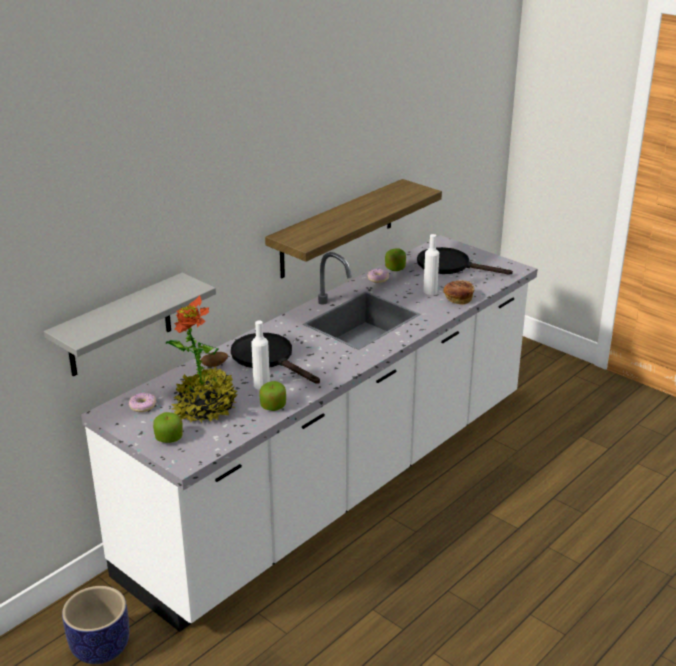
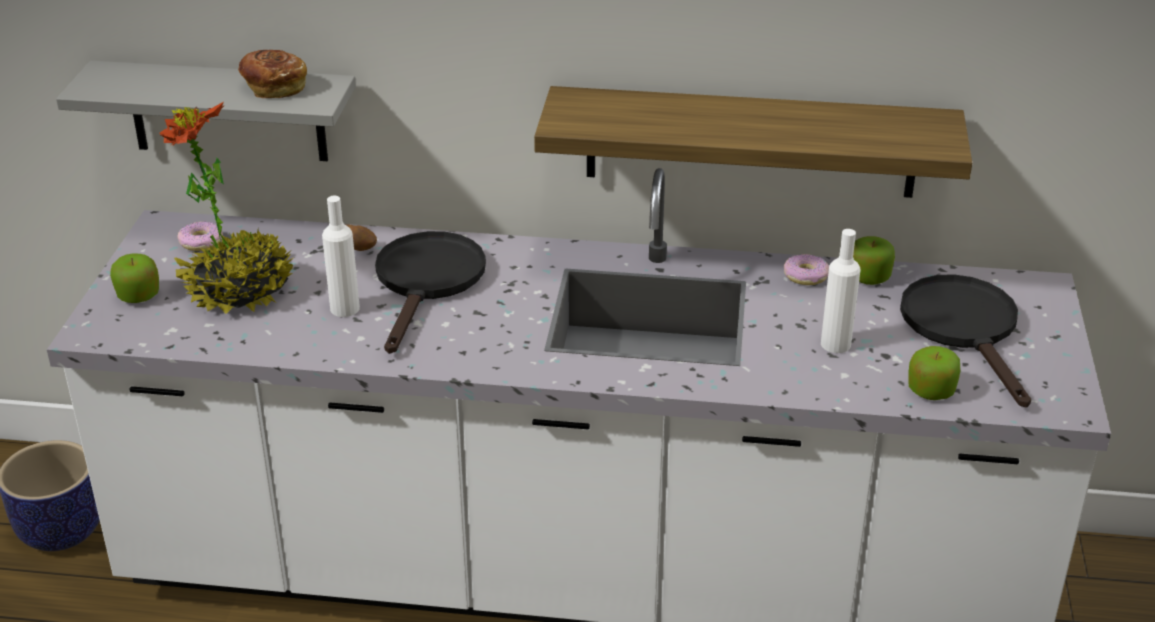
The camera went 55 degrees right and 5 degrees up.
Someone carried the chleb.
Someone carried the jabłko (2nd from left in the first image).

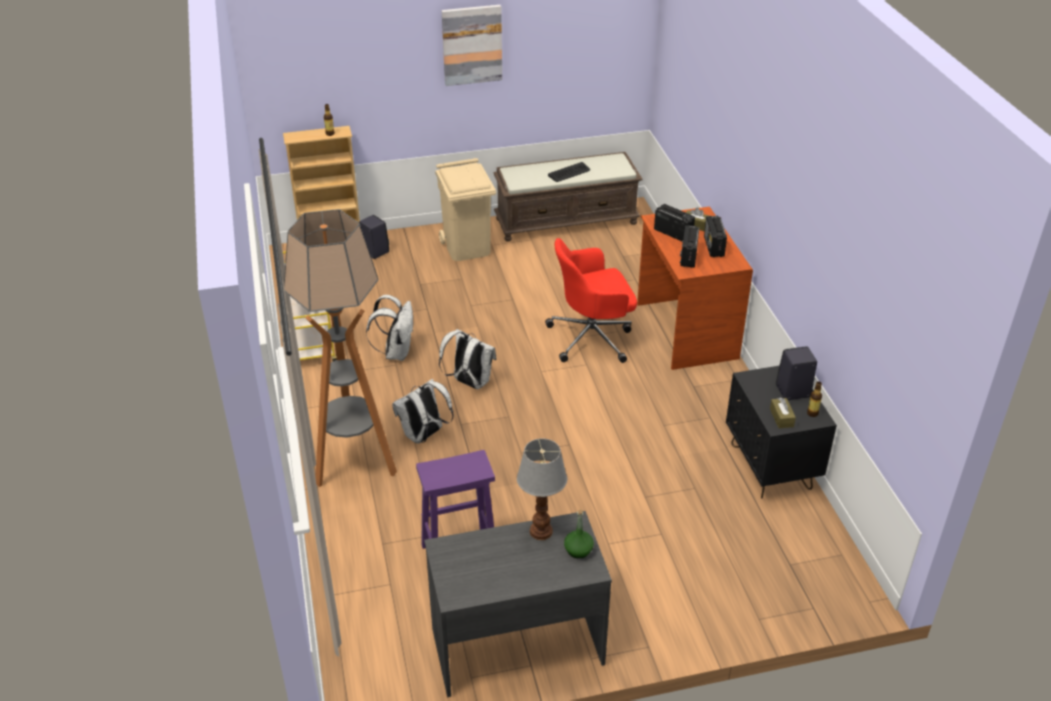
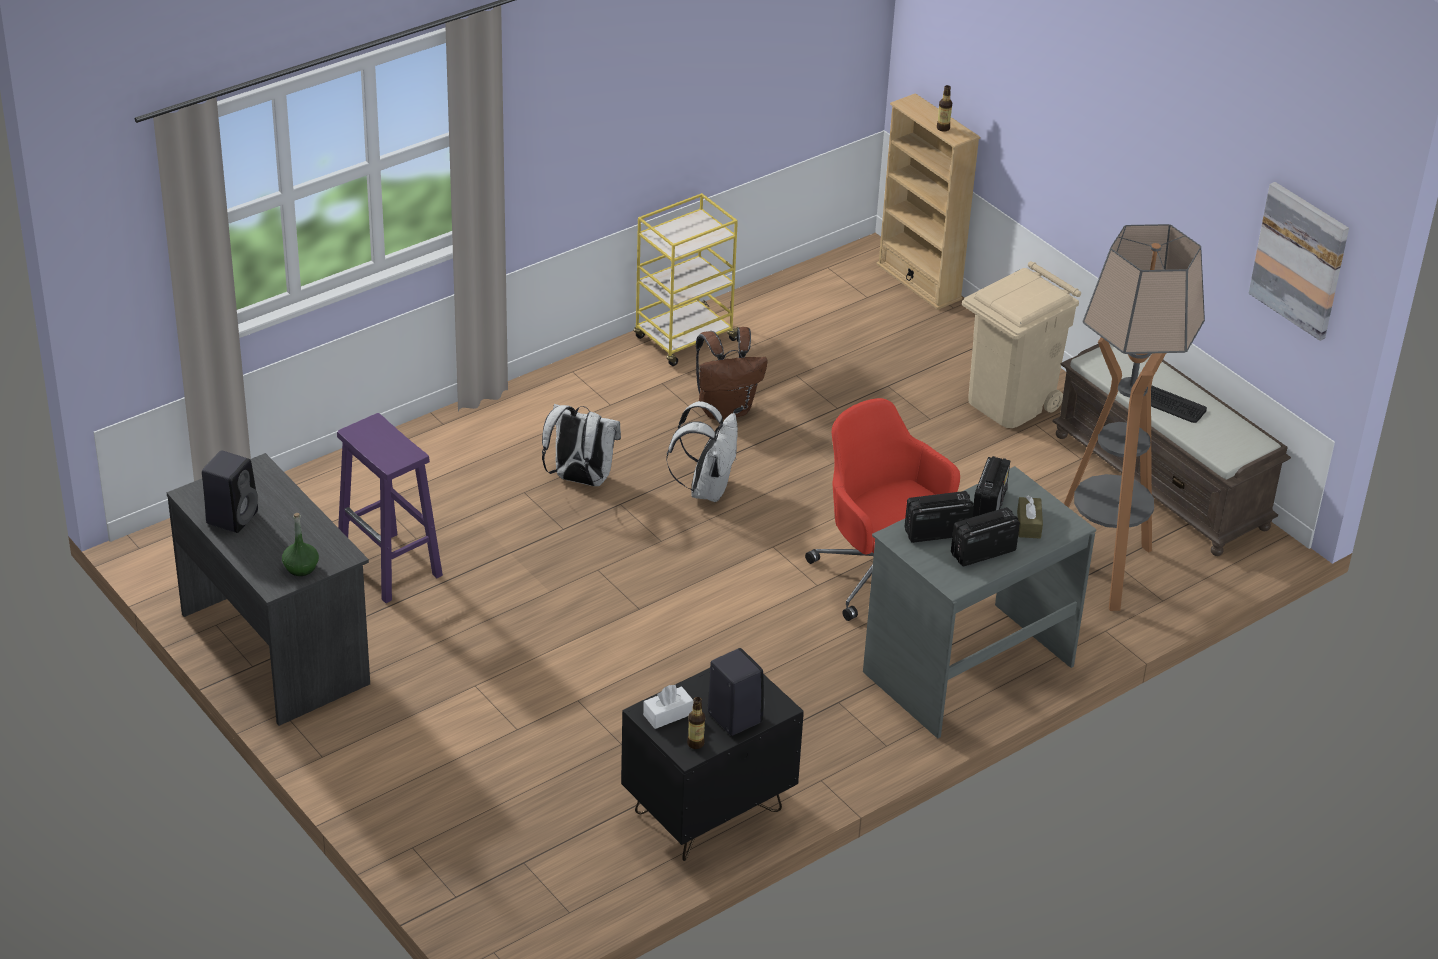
The camera went 65 degrees right and 0 degrees up.
Someone carried the obraz.
Someone repainted the biurko [brązowy], which became the biurko [szary] (2nd from left).
Someone carried the lampa stojąca.
Someone carried the głośnik [czarny] (1st from left).
Someone repainted the plecak [biały] (1st from left), which became the plecak [brązowy].
Someone repainted the pudełko chusteczek [brązowy] (2nd from left), which became the pudełko chusteczek [biały].
Someone took away the lampa stołowa.

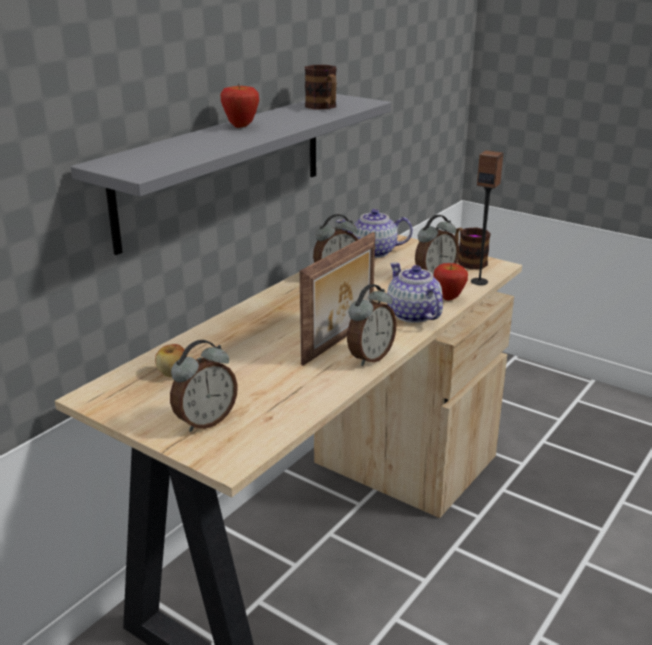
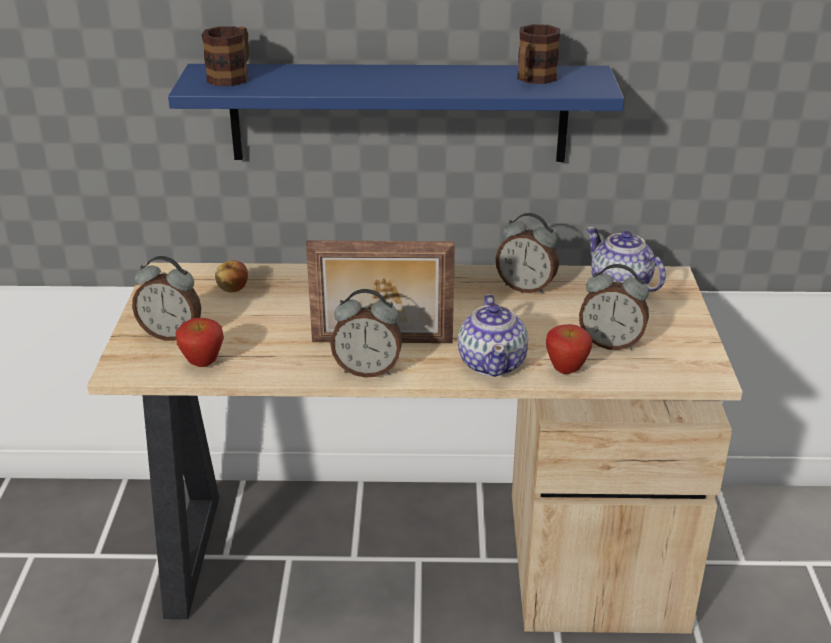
The camera went 55 degrees right and 5 degrees up.
Someone carried the jabłko (2nd from left in the first image).
Someone repainted the półka [szary], which became the półka [niebieski].
Someone took away the głośnik.
Someone carried the kubek (2nd from left in the first image).
Someone rotated the imbryk (2nd from left in the first image) by 150 degrees clockwise.

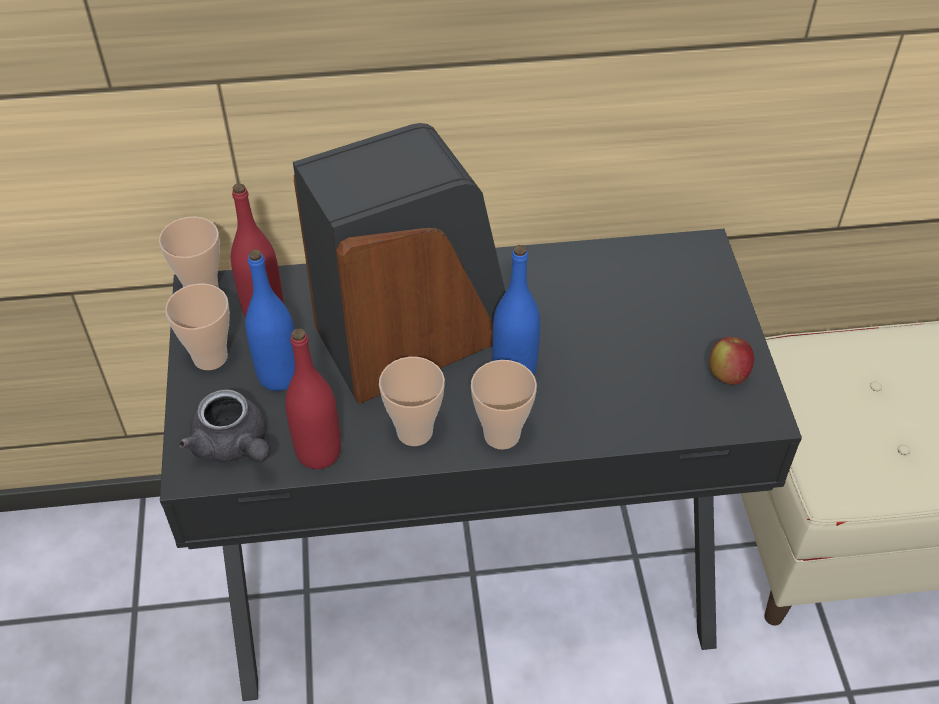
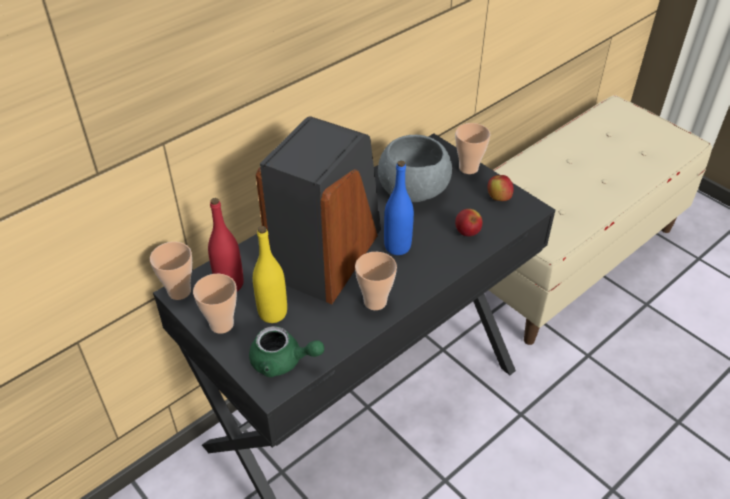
The camera went 35 degrees left and 5 degrees down.
Someone repainted the butelka [niebieski] (1st from left), which became the butelka [żółty].
Someone took away the butelka [czerwony] (2nd from left).
Someone carried the filiżanka (4th from left).
Someone repainted the imbryk [szary], which became the imbryk [zielony].
Someone put down the miska [szary].
Someone put down the jabłko (1st from left).

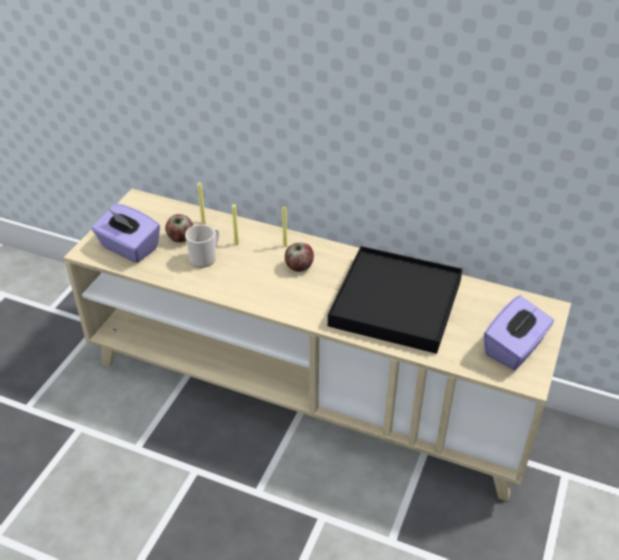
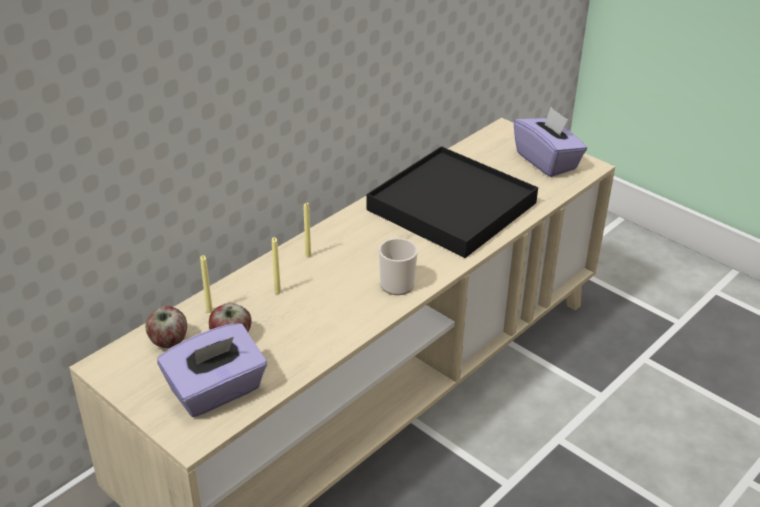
The camera went 70 degrees left and 5 degrees down.
Someone carried the kubek.
Someone carried the jabłko (2nd from left in the first image).

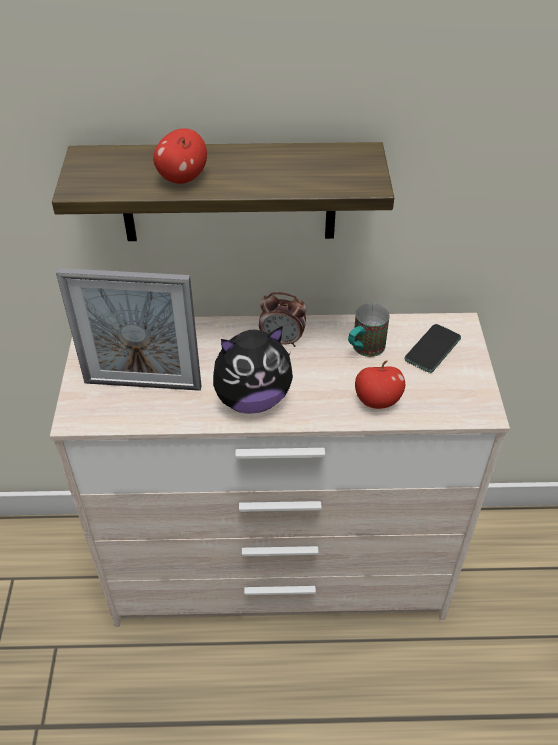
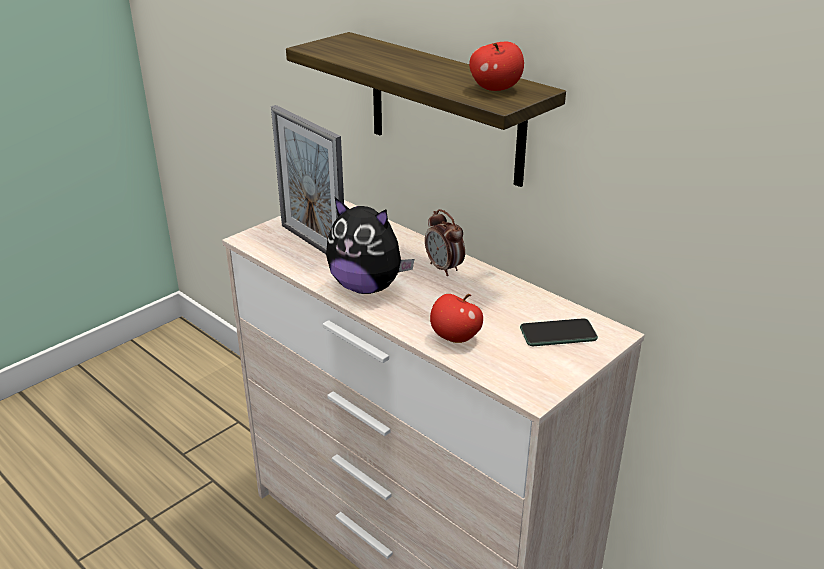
The camera went 45 degrees right and 15 degrees down.
Someone carried the jabłko (1st from left in the first image).
Someone took away the kubek.

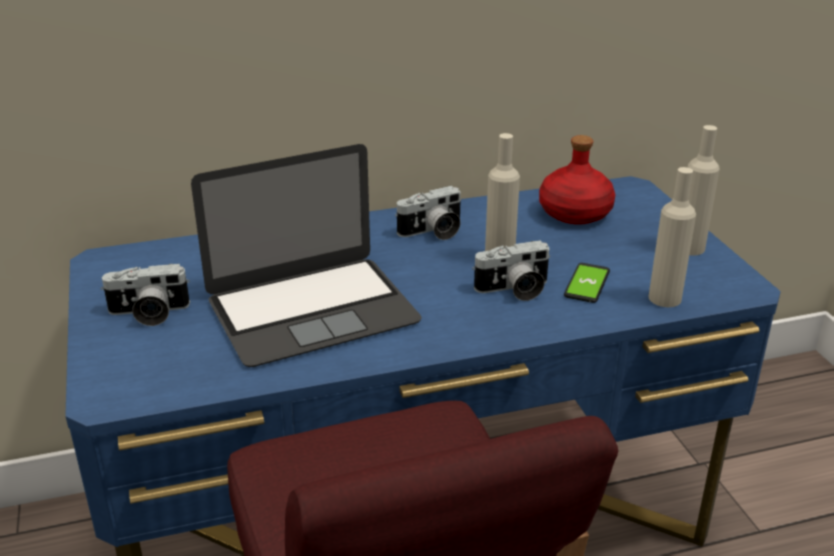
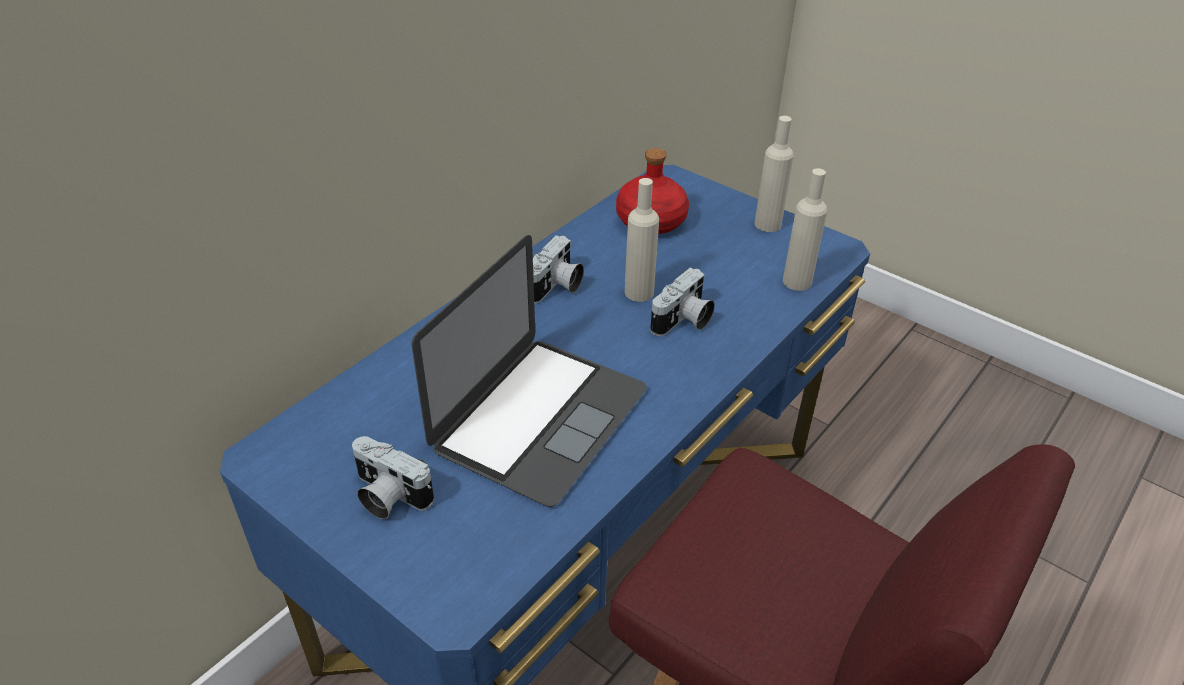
The camera went 35 degrees left and 10 degrees up.
Someone took away the telefon.
Someone rotated the aparat fotograficzny (1st from left) by 75 degrees clockwise.

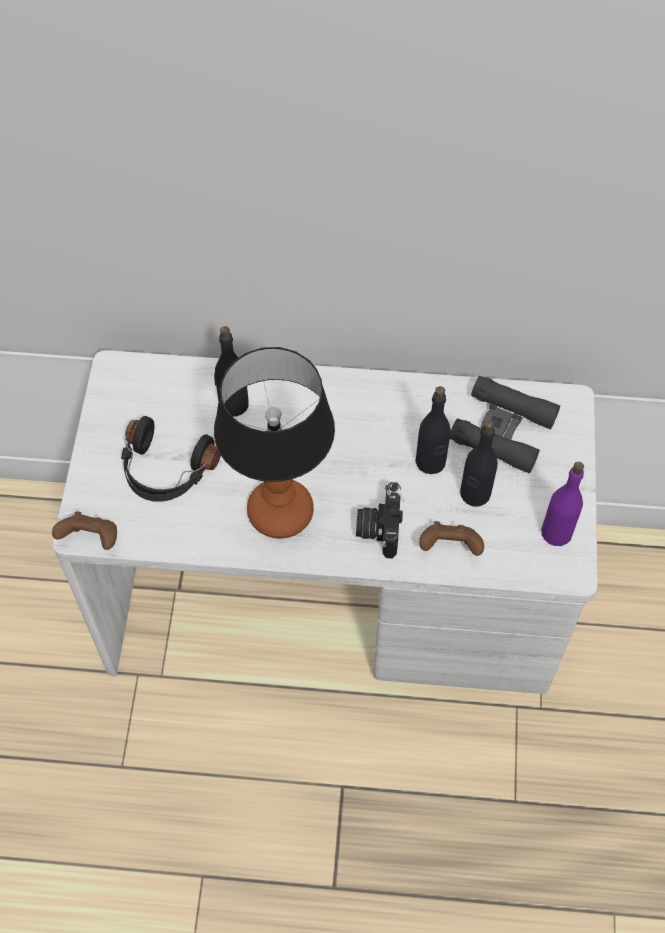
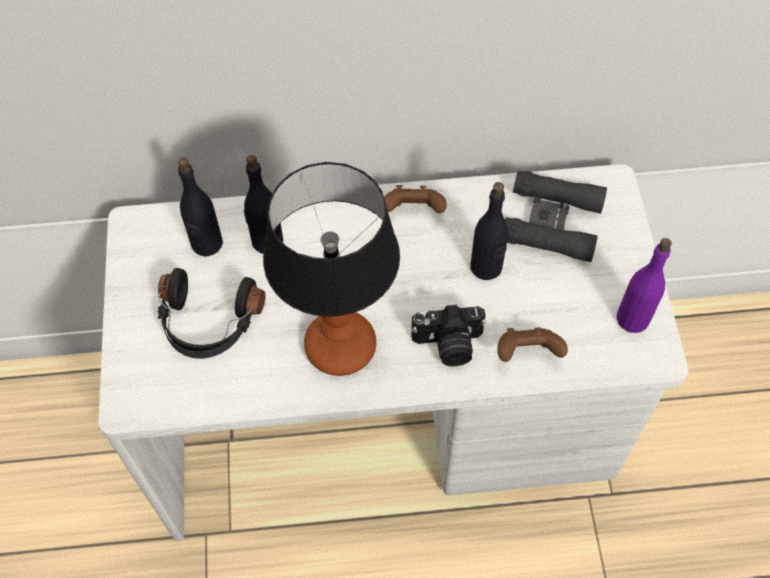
The camera went 10 degrees left and 0 degrees up.
Someone carried the butelka [czarny] (3rd from left in the first image).
Someone rotated the aparat fotograficzny by 90 degrees counterclockwise.
Someone carried the pad do gier [brązowy] (1st from left).

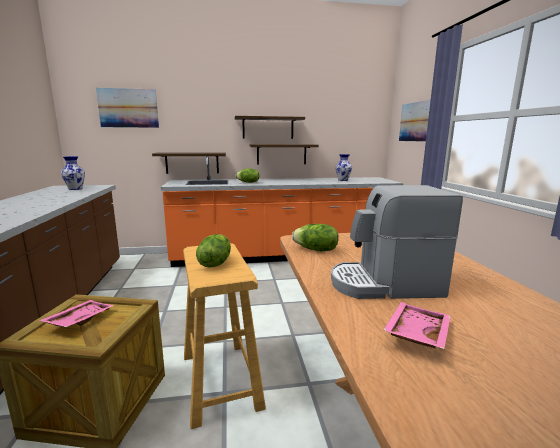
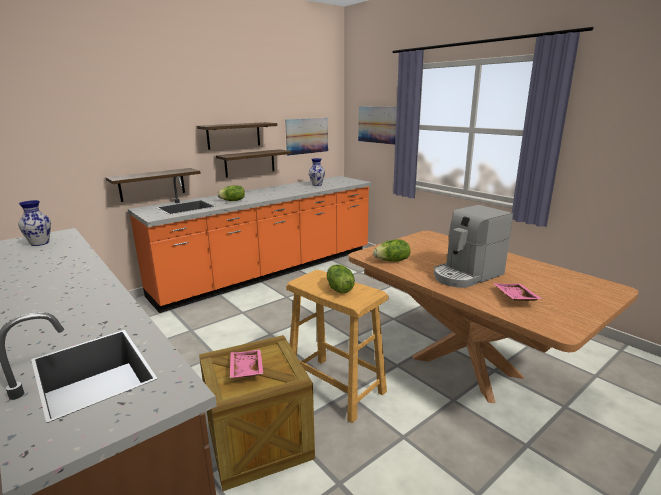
The camera went 30 degrees left and 5 degrees up.
Someone carried the obraz (1st from left).

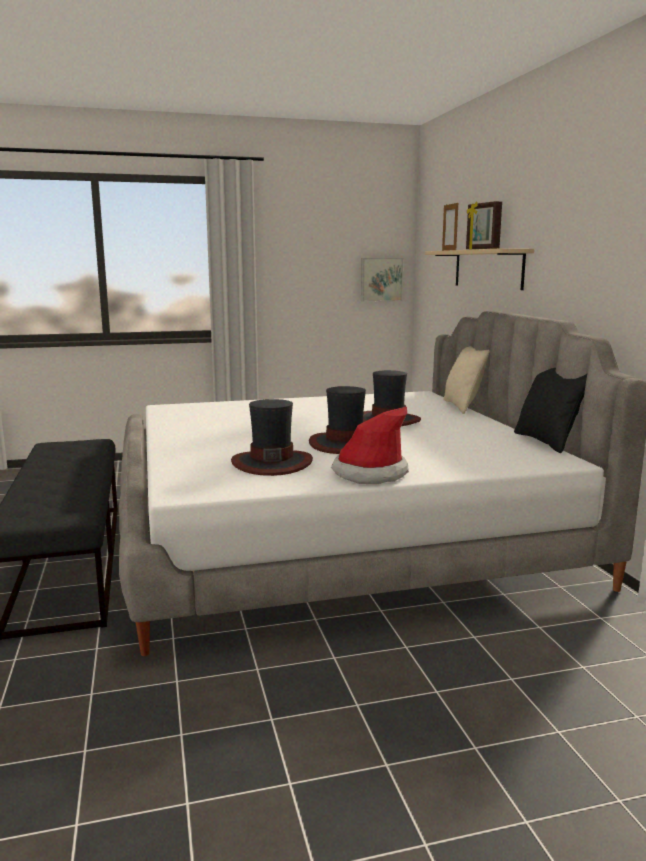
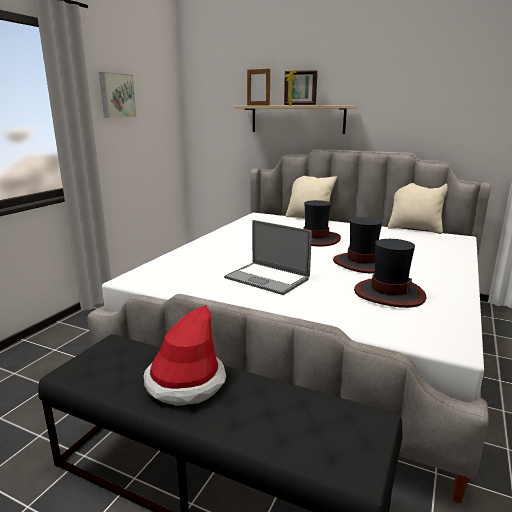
The camera went 50 degrees left and 5 degrees up.
Someone carried the obraz.
Someone repainted the poduszka [czarny], which became the poduszka [beżowy] (2nd from left).
Someone carried the kapelusz (3rd from left in the first image).
Someone put down the laptop.

